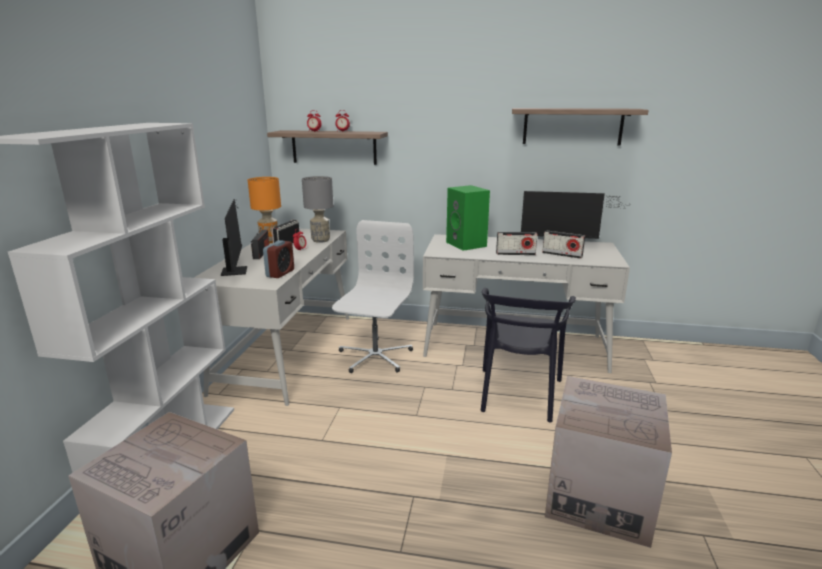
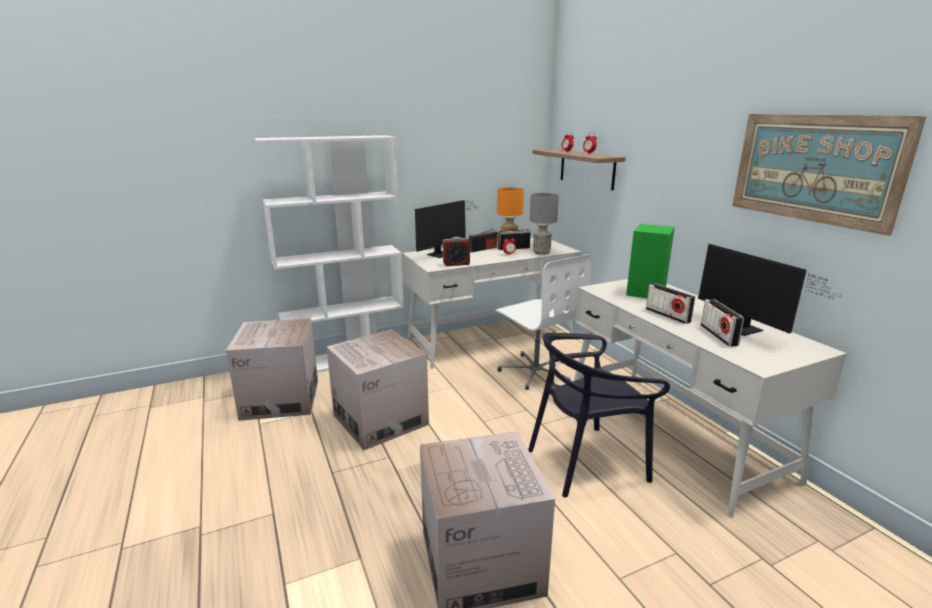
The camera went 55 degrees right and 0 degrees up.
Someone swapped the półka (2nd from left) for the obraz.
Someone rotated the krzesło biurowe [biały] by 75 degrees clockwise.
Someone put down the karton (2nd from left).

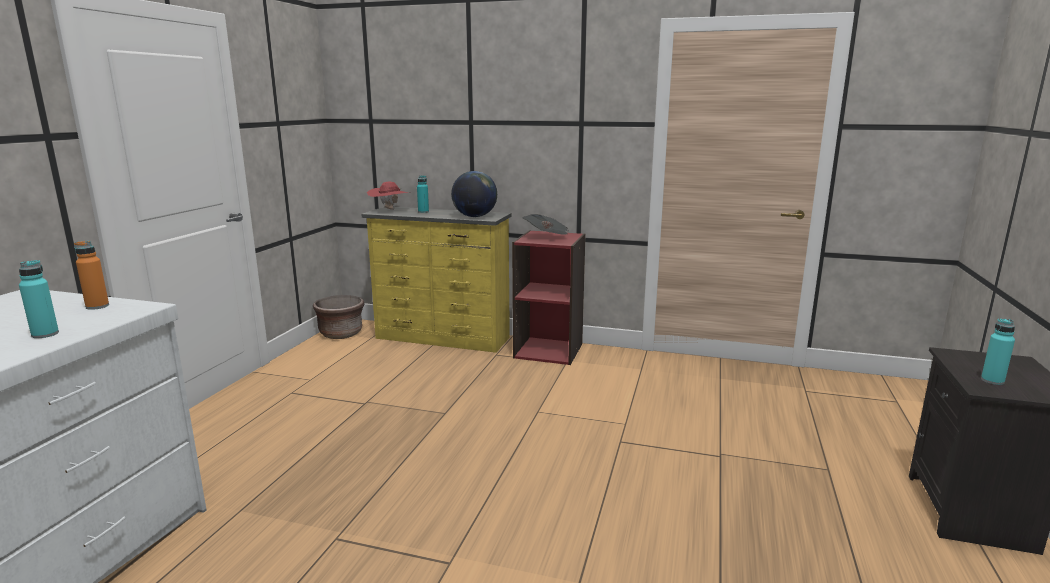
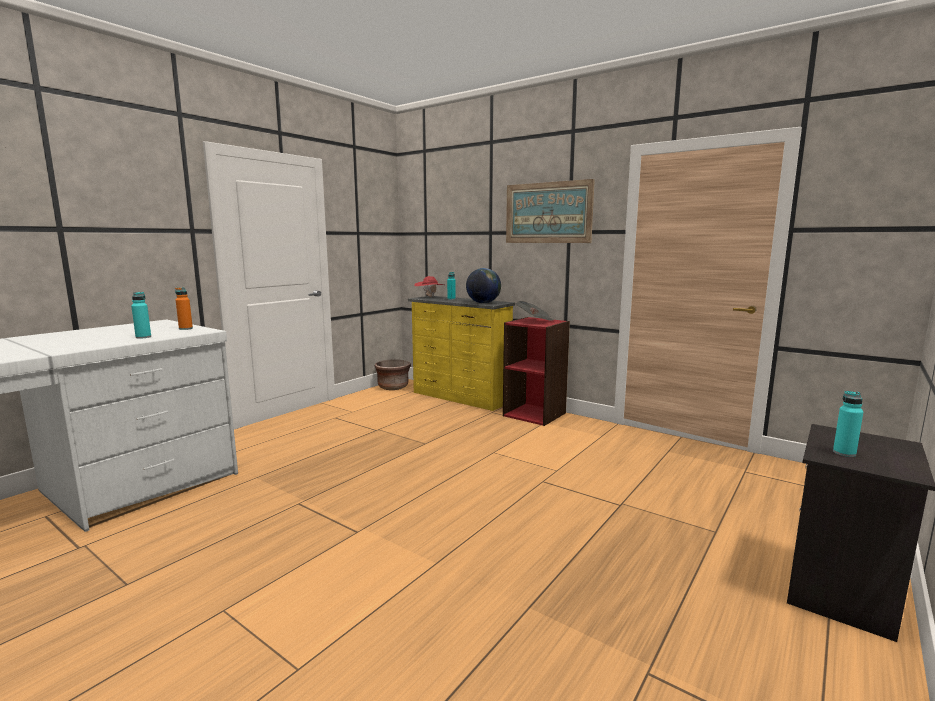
The camera went 20 degrees right and 5 degrees down.
Someone put up the obraz.

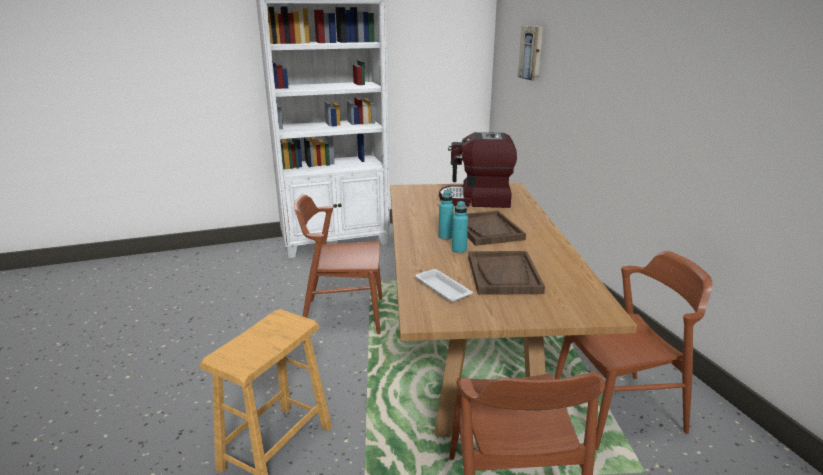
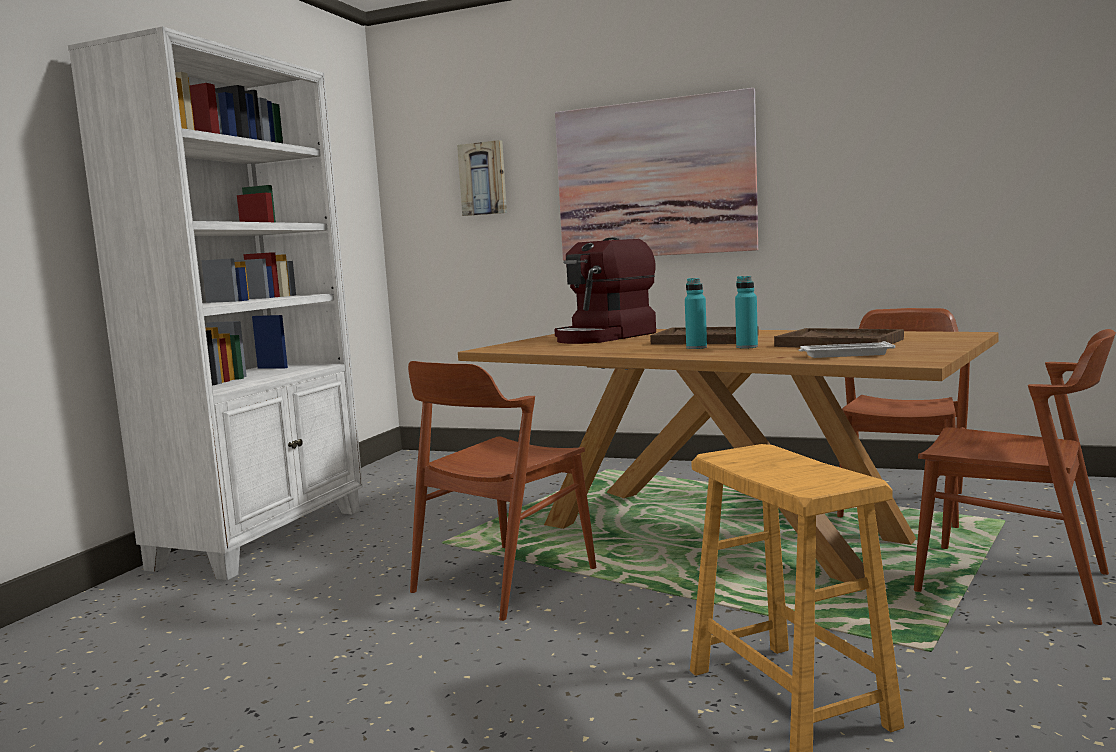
The camera went 50 degrees left and 15 degrees down.
Someone put up the obraz (2nd from left).

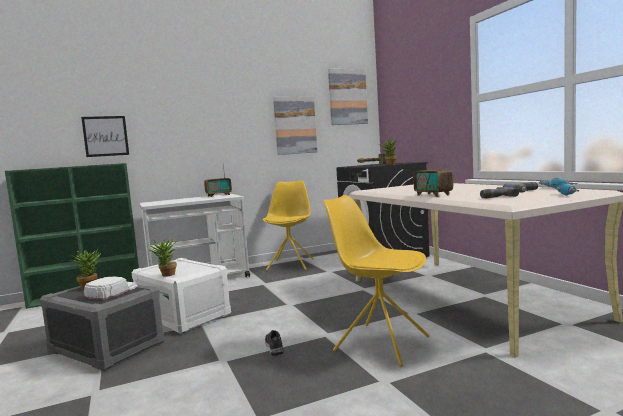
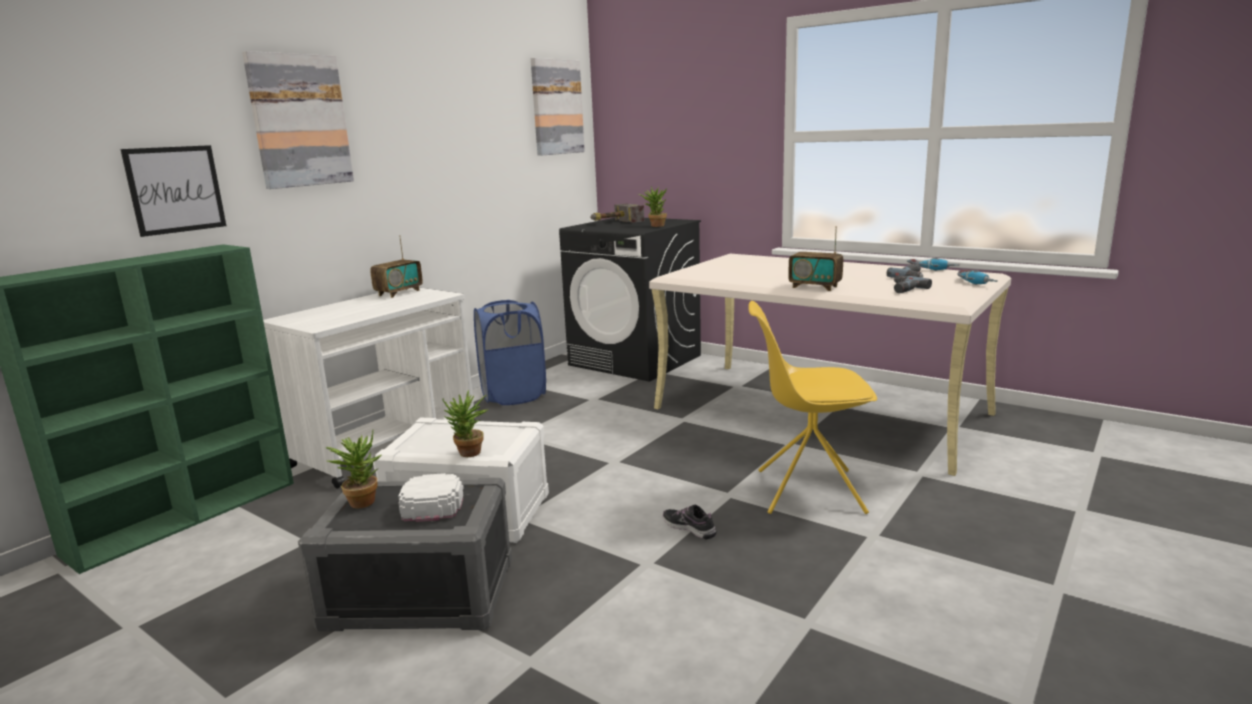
The camera went 30 degrees left and 10 degrees up.
Someone carried the obraz (2nd from left).
Someone swapped the krzesło [żółty] (1st from left) for the kosz na pranie [niebieski].

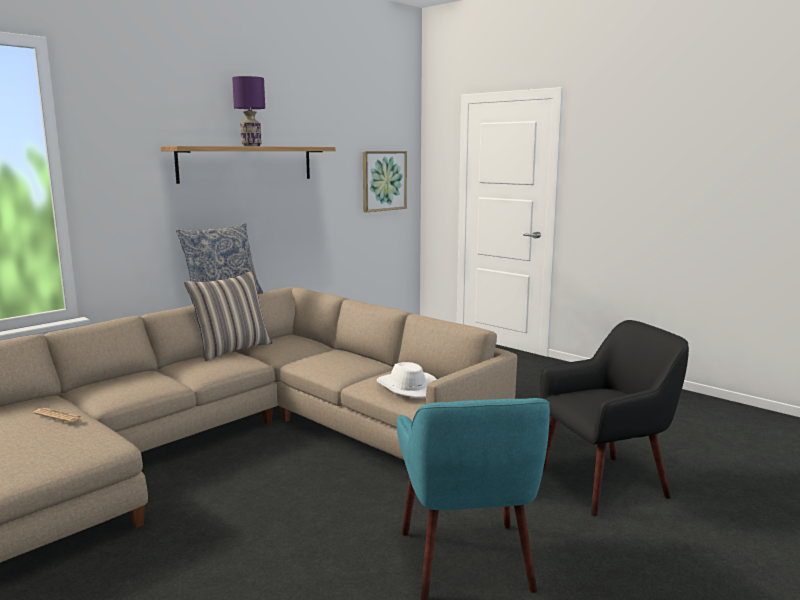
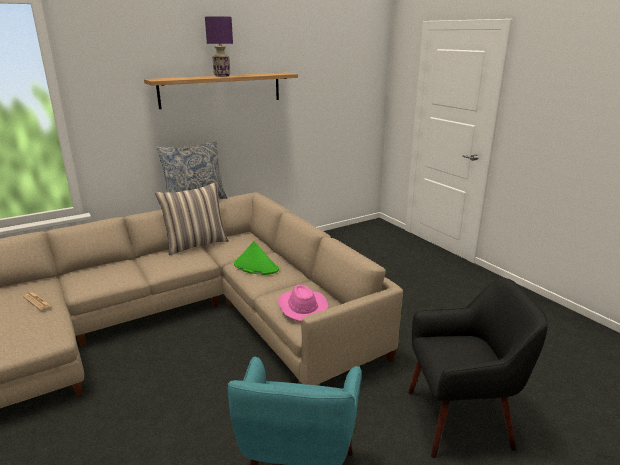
The camera went 15 degrees right and 10 degrees up.
Someone took away the obraz.
Someone repainted the kapelusz [biały], which became the kapelusz [różowy].
Someone put down the kapelusz [zielony].

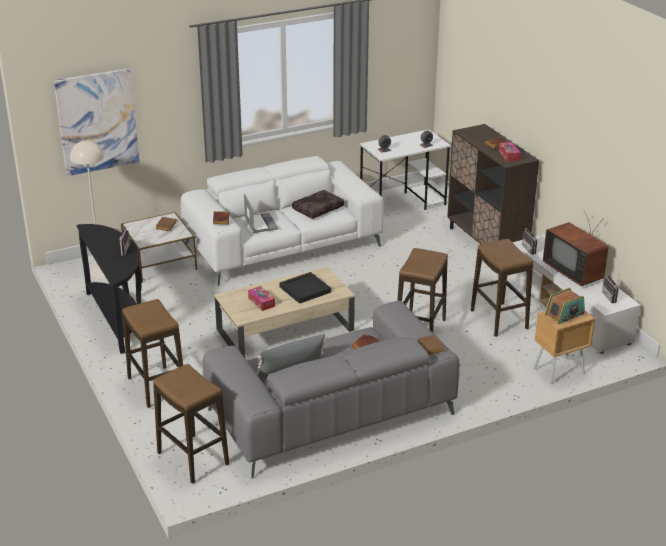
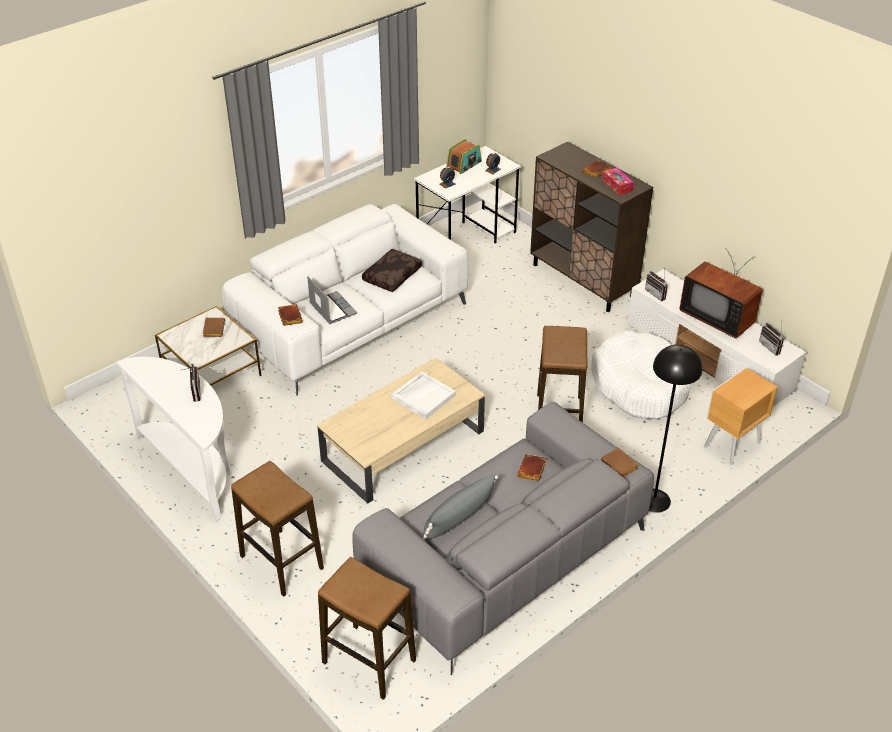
The camera went 15 degrees left and 10 degrees up.
Someone took away the obraz.
Someone took away the lampa stojąca [beżowy].
Someone repainted the stolik konsolowy [czarny], which became the stolik konsolowy [biały].
Someone swapped the stołek (4th from left) for the legowisko [biały].
Someone repainted the taca [czarny], which became the taca [biały].
Someone took away the pudełko chusteczek (1st from left).
Someone carried the radio (3rd from left in the first image).
Someone put down the lampa stojąca [czarny].

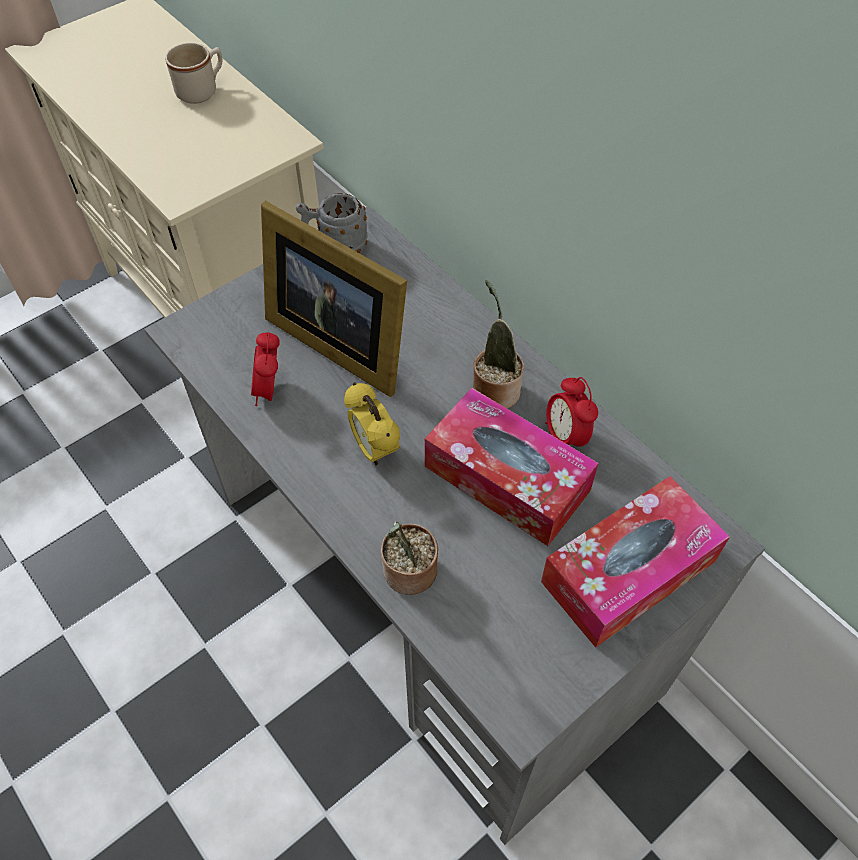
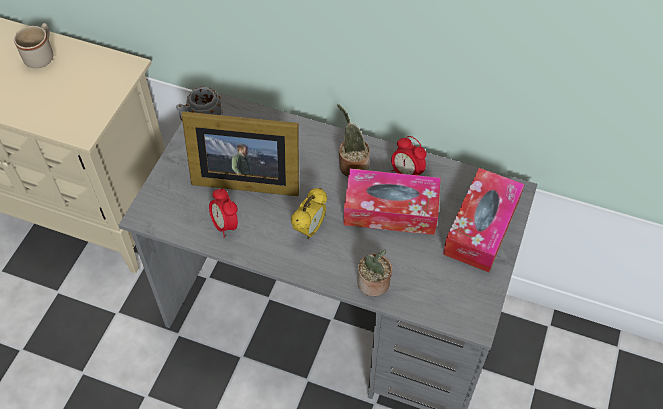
The camera went 30 degrees left and 0 degrees up.
Someone rotated the budzik (2nd from left) by 90 degrees counterclockwise.

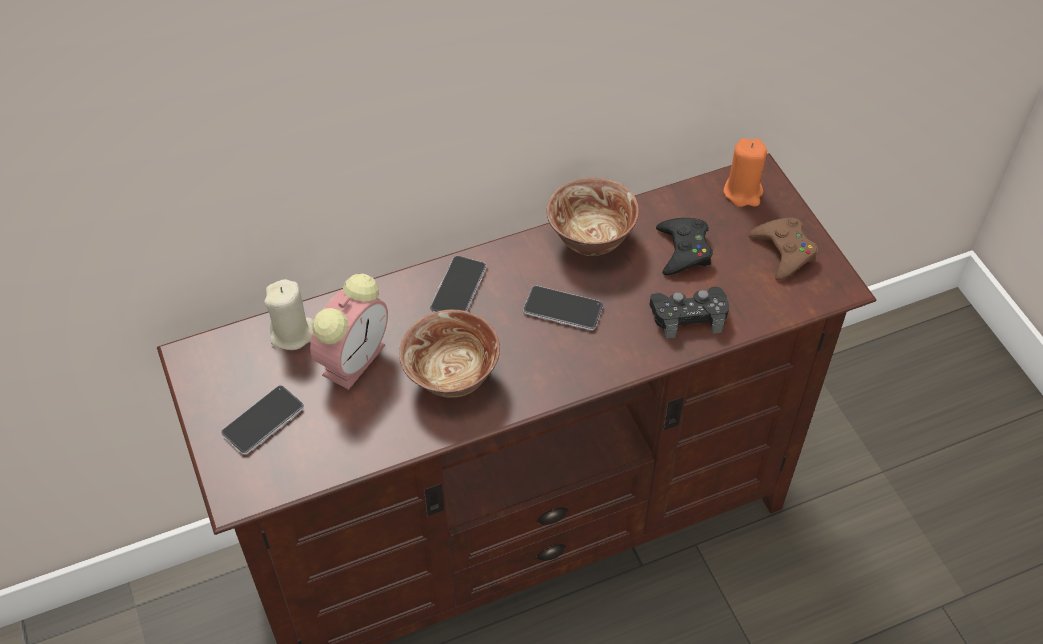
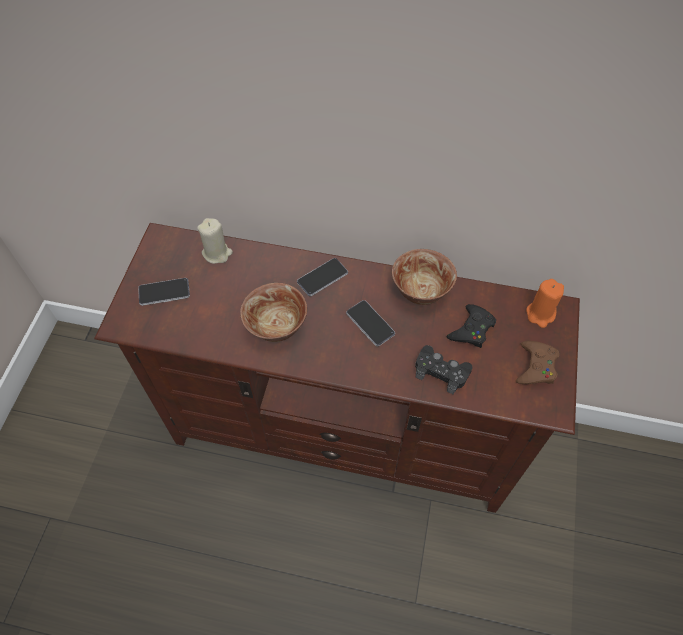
The camera went 35 degrees right and 5 degrees up.
Someone took away the budzik.

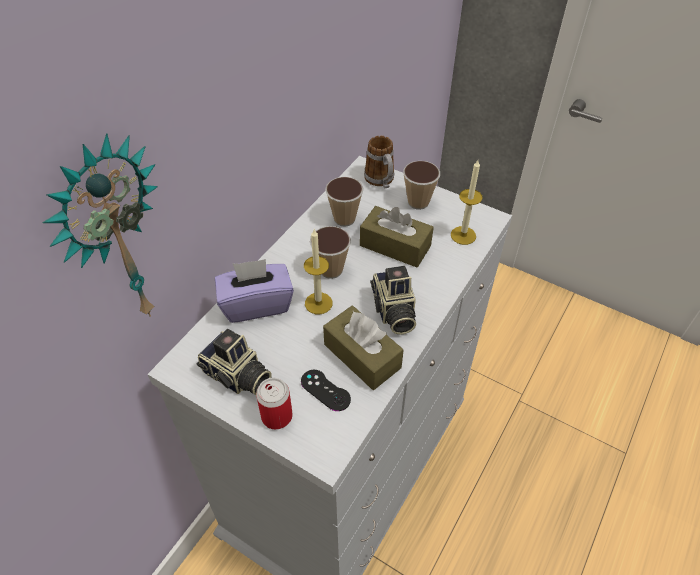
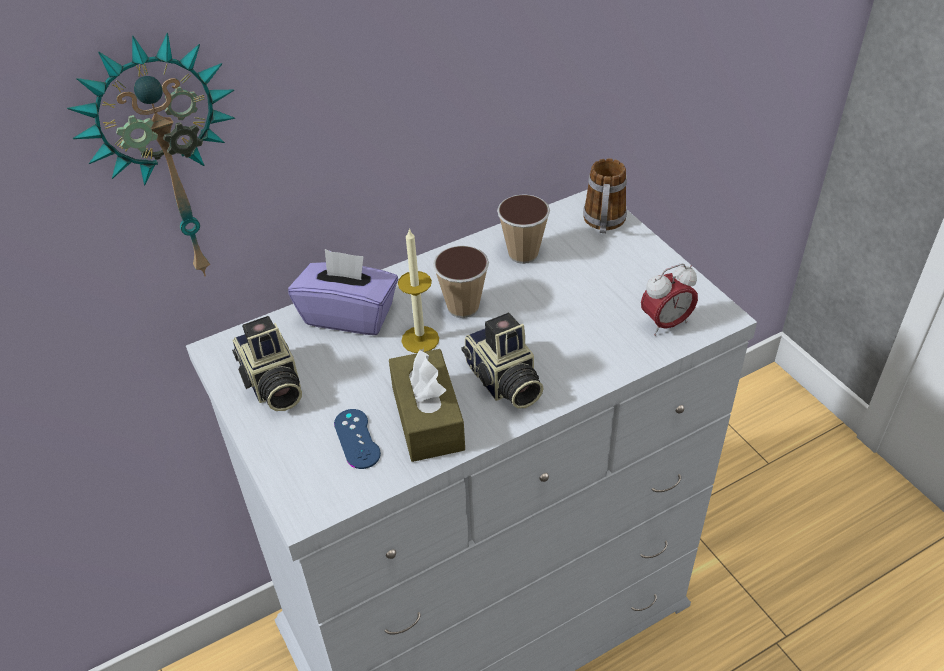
The camera went 30 degrees right and 5 degrees down.
Someone swapped the świeca (2nd from left) for the budzik.
Someone took away the filiżanka (3rd from left).
Someone took away the pudełko chusteczek [brązowy] (2nd from left).
Someone rotated the aparat fotograficzny (2nd from left) by 45 degrees counterclockwise.
Someone repainted the pad do gier [czarny], which became the pad do gier [niebieski].
Someone took away the puszka.

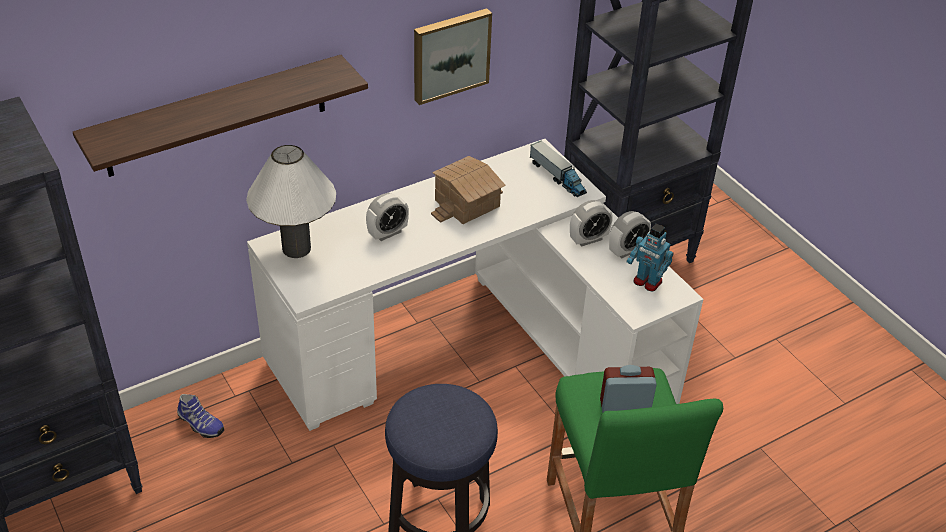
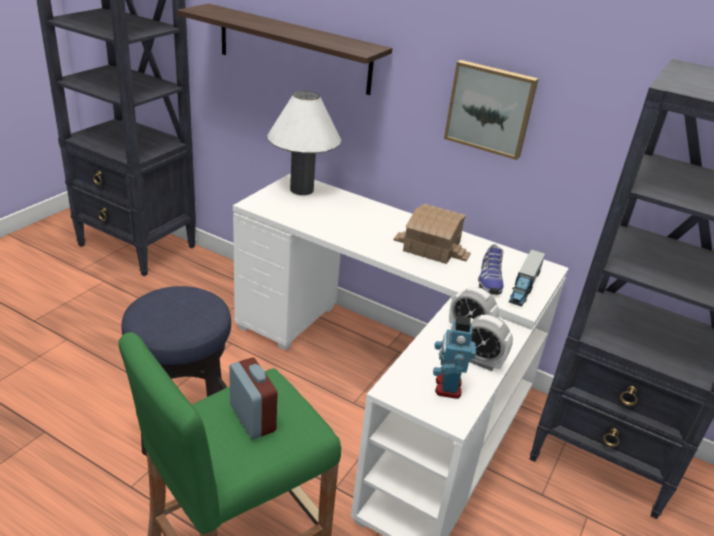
The camera went 60 degrees right and 10 degrees down.
Someone took away the budzik (1st from left).
Someone carried the but.

